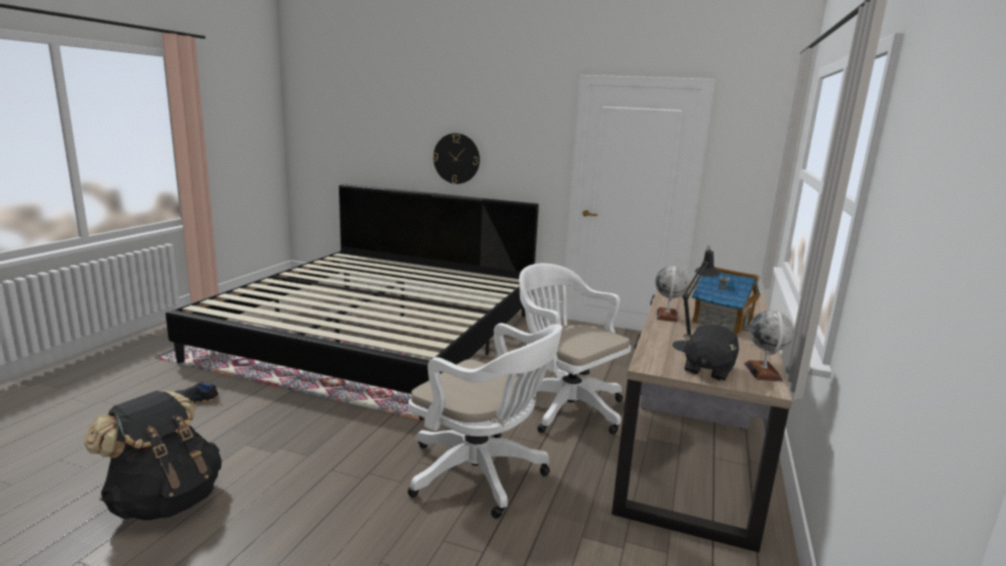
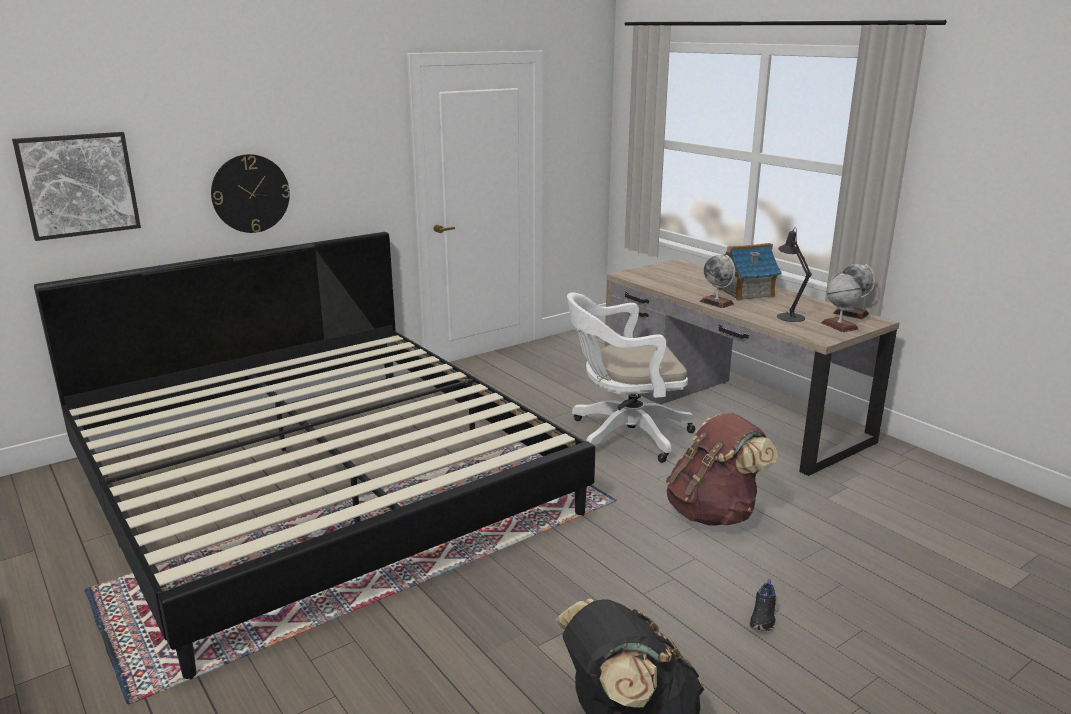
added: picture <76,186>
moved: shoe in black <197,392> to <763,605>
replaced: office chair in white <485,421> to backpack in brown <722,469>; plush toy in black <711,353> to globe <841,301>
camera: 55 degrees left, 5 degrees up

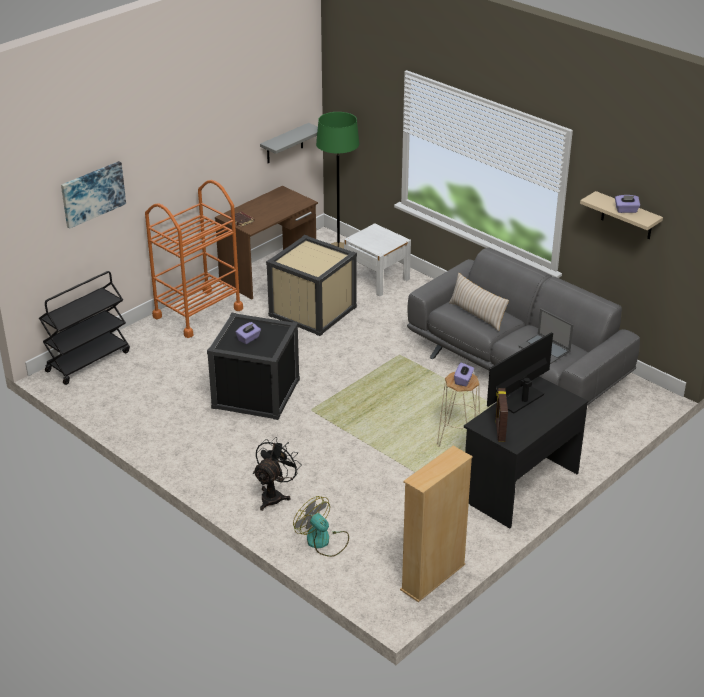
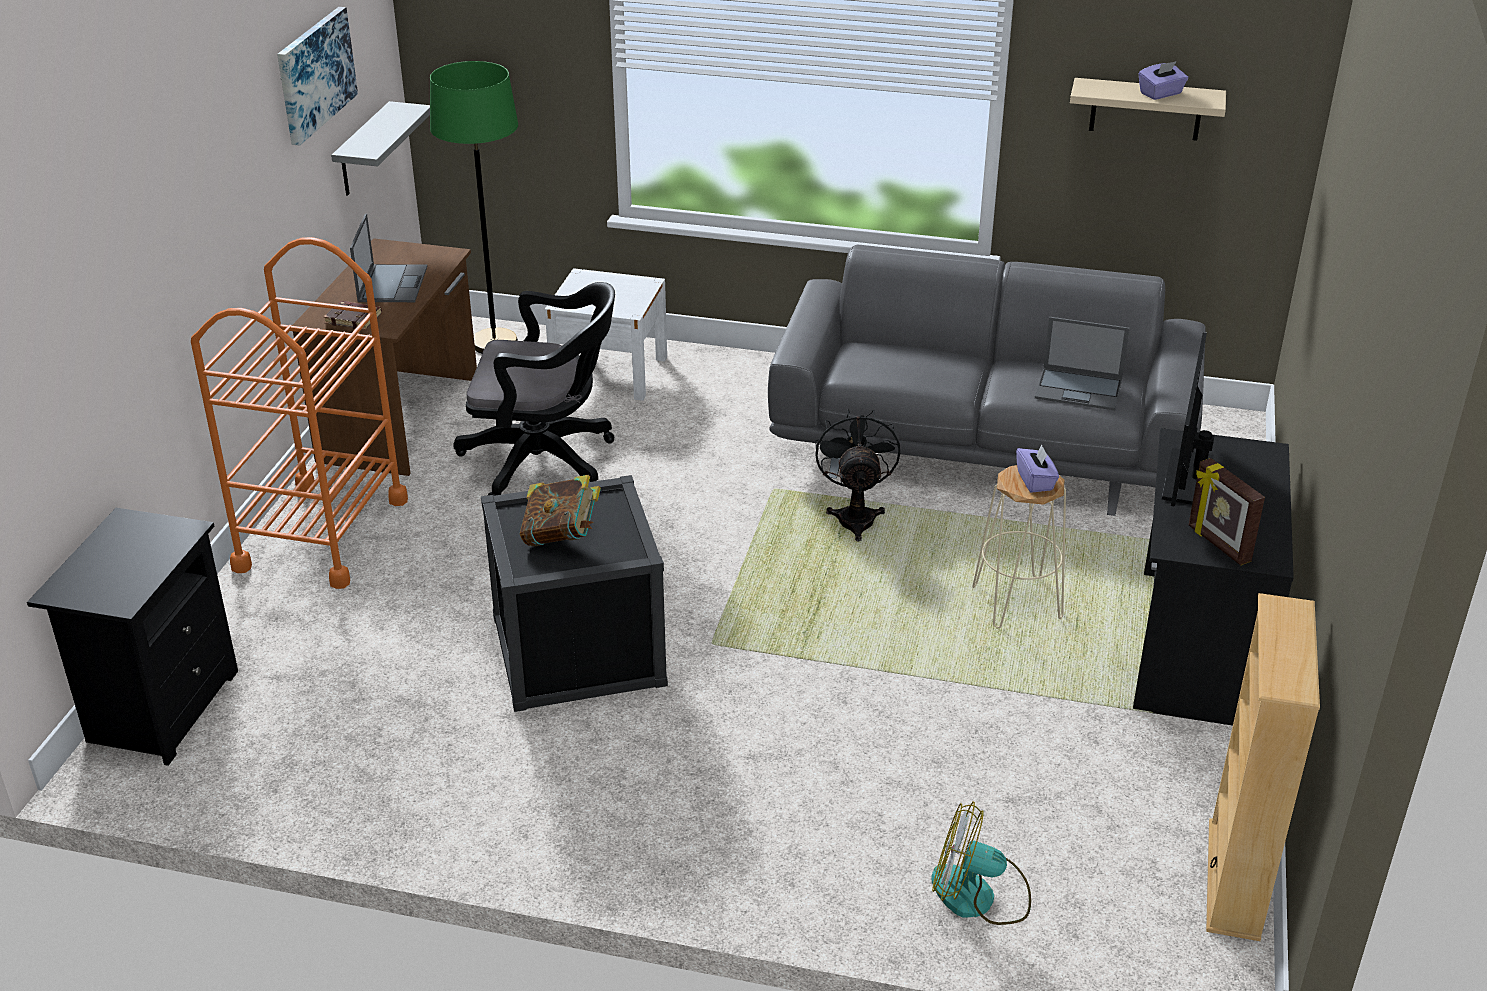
removed: pillow in beige <479,302>
added: laptop <388,258>
moved: picture <93,194> to <317,76>; fan in black <277,474> to <857,475>
replaced: cart in black <84,328> to nightstand in black <132,637>; tissue box in purple <248,333> to book <560,510>; storage box in beige <311,285> to office chair in black <534,389>
camera: 30 degrees left, 0 degrees up

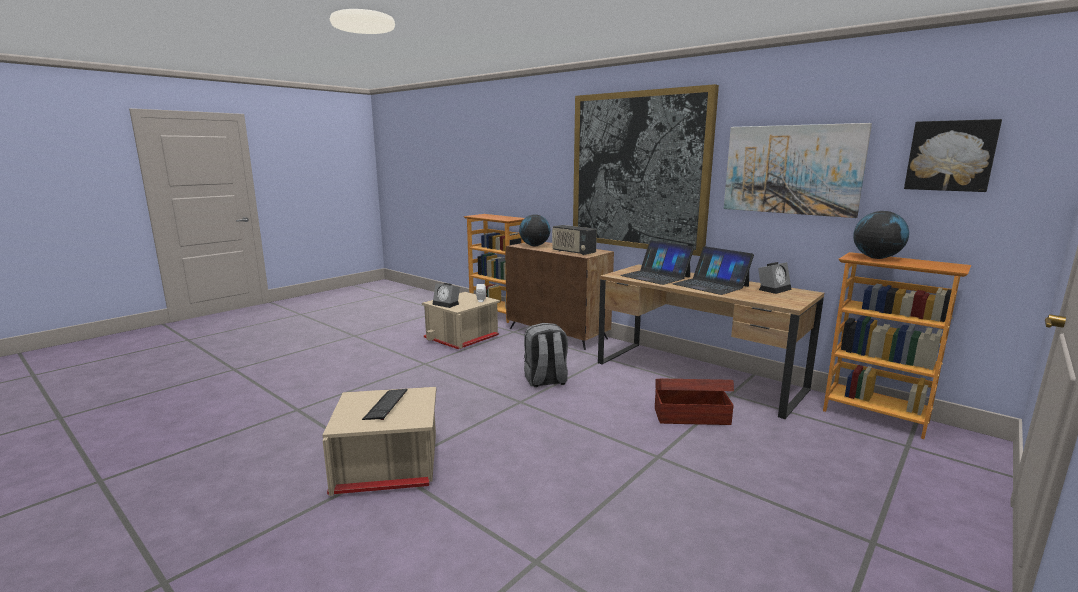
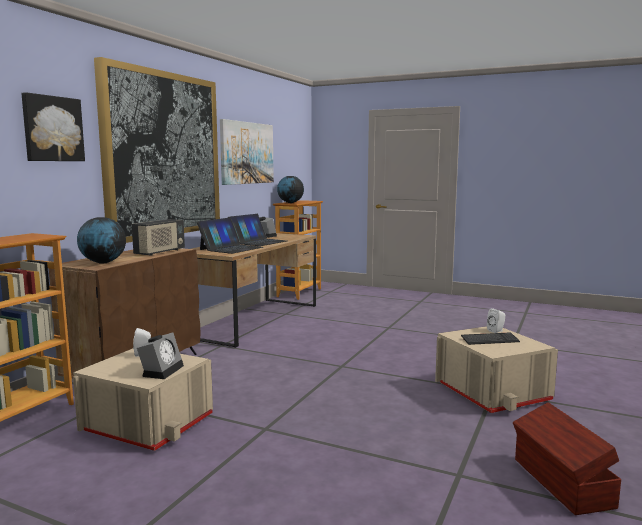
removed: backpack in grey <546,355>
added: speaker in white <496,320>
moved: storage box in brown <694,402> to <567,458>; picture <953,155> to <53,126>
camera: 105 degrees left, 5 degrees down

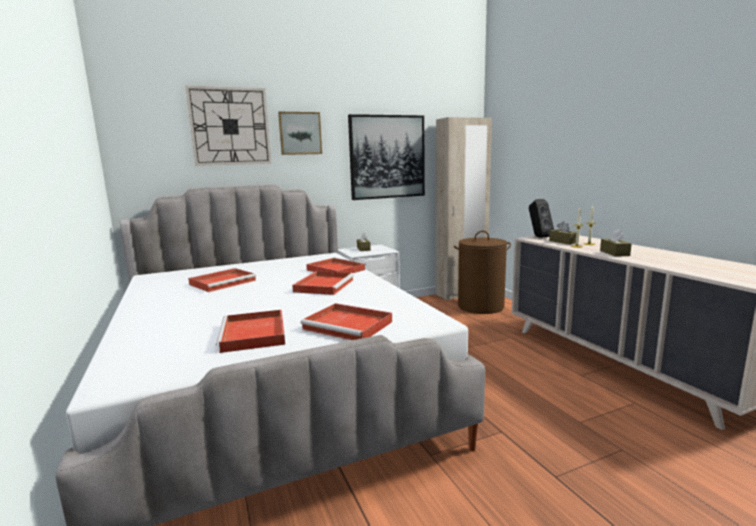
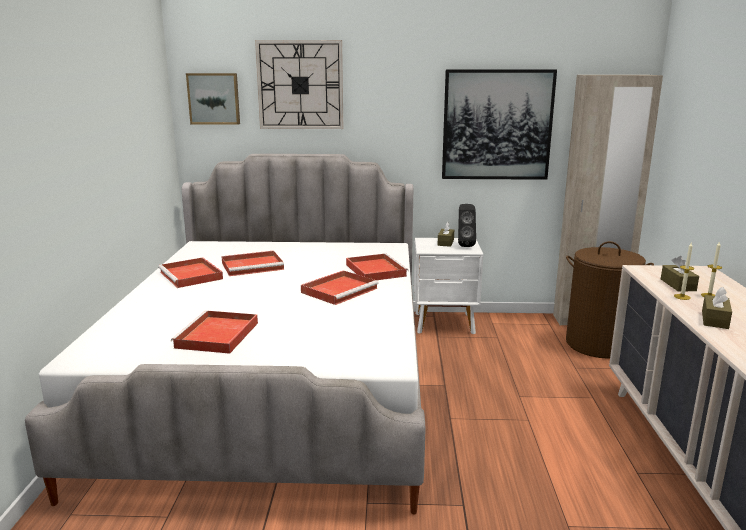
moved: picture <300,133> to <213,99>; tray in red <346,321> to <190,272>; speaker in black <541,218> to <467,225>
camera: 25 degrees right, 5 degrees up

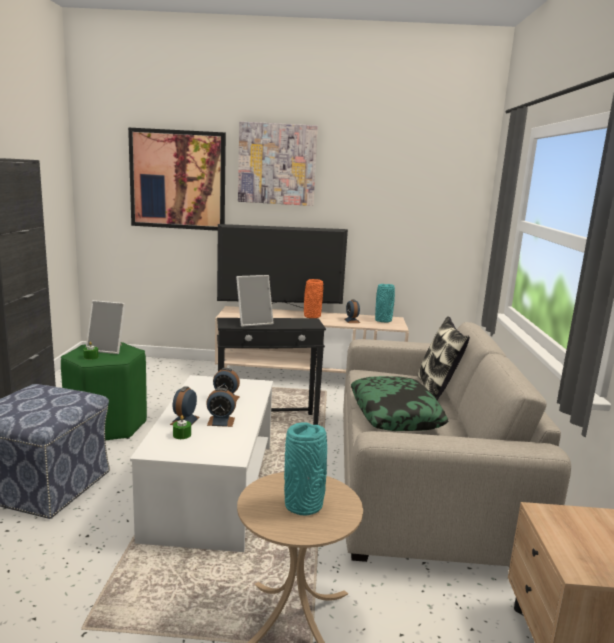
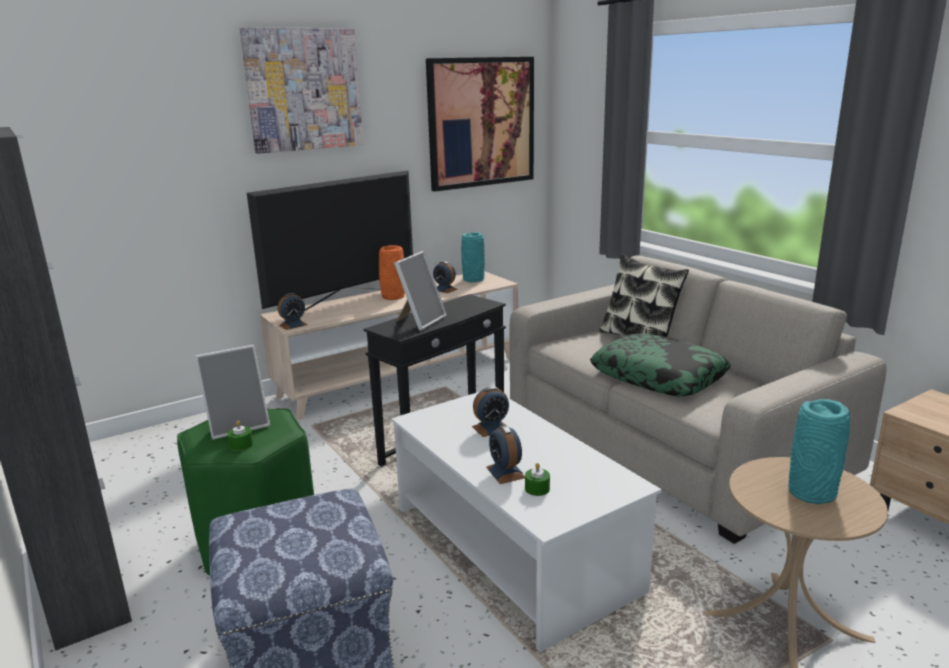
moved: picture <177,179> to <480,124>; alarm clock <221,407> to <293,311>
camera: 35 degrees left, 5 degrees up

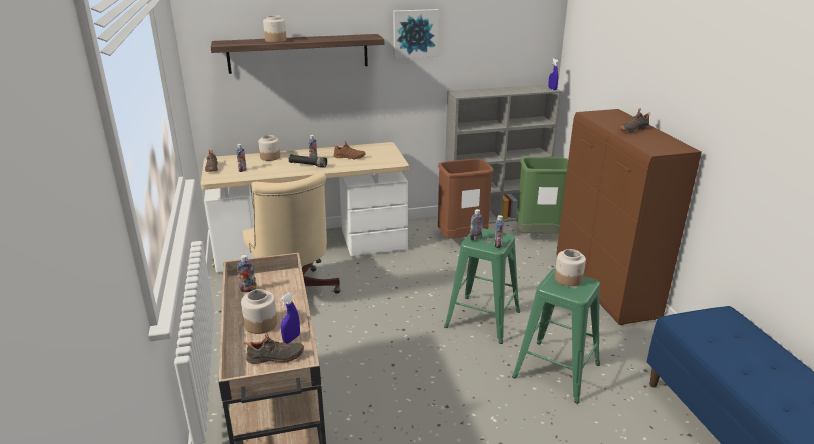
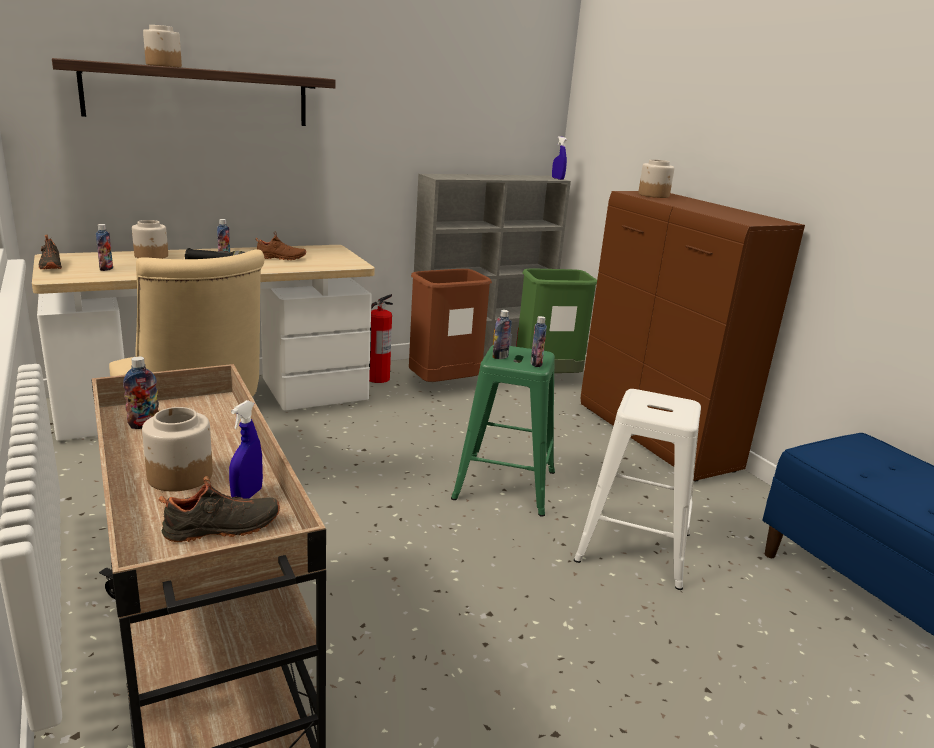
removed: picture <416,34>; shoe in black <634,121>
added: fire extinguisher <381,338>
moved: jar <570,267> to <656,178>
recoloured: stool in green <556,336> to stool in white <637,489>
camera: 15 degrees left, 5 degrees down

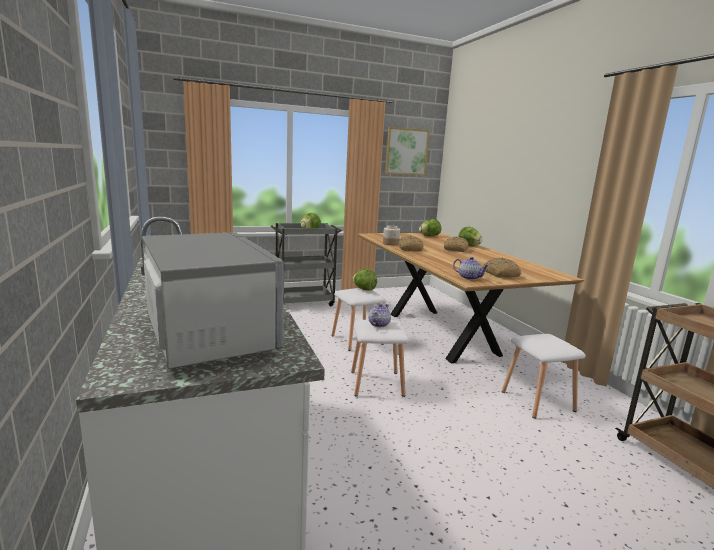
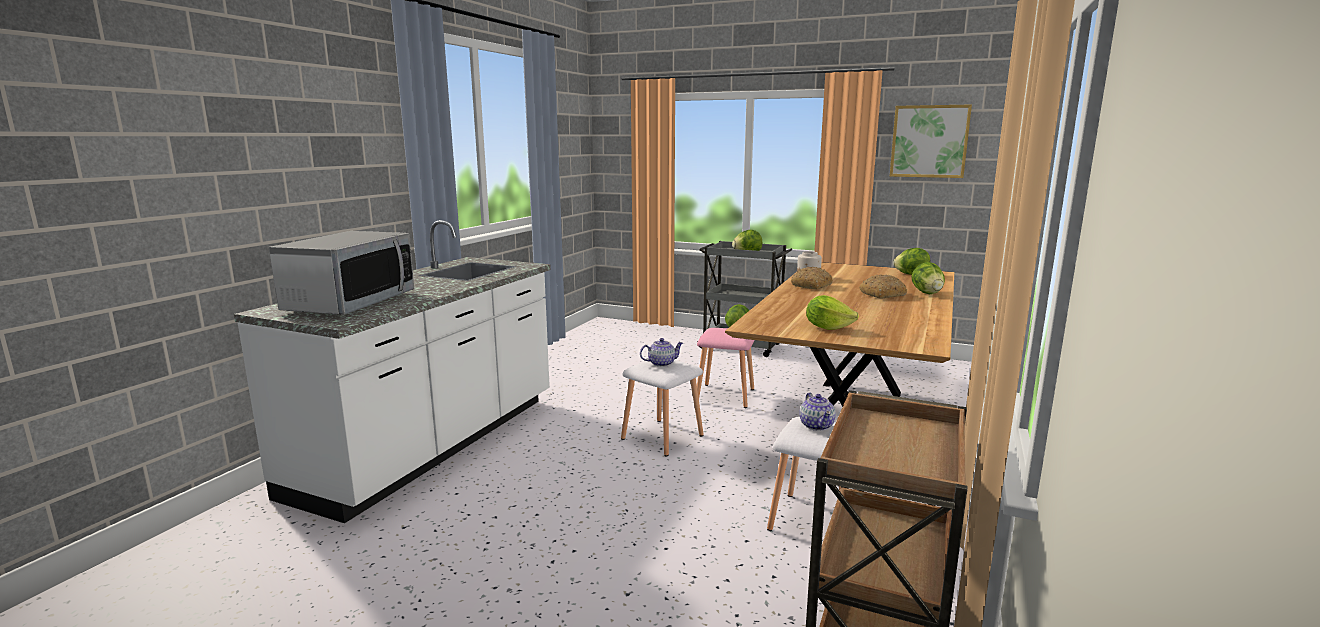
moved: teapot <471,268> to <817,411>
replaced: bread <501,267> to lettuce <832,312>
recoloured: stool in white <359,319> to stool in pink <725,368>
camera: 45 degrees right, 0 degrees up

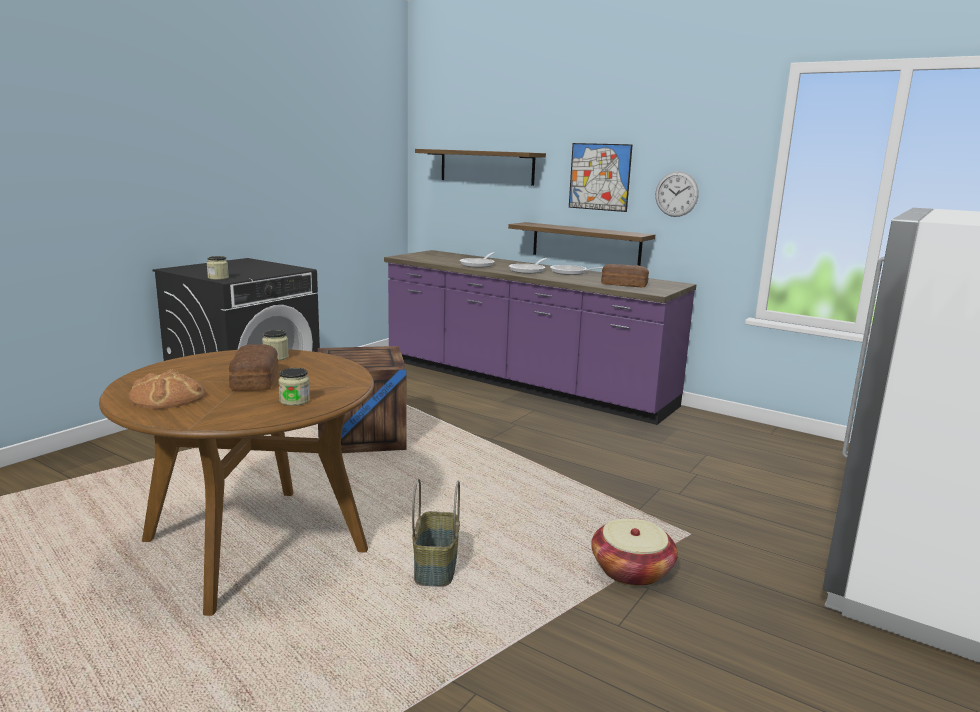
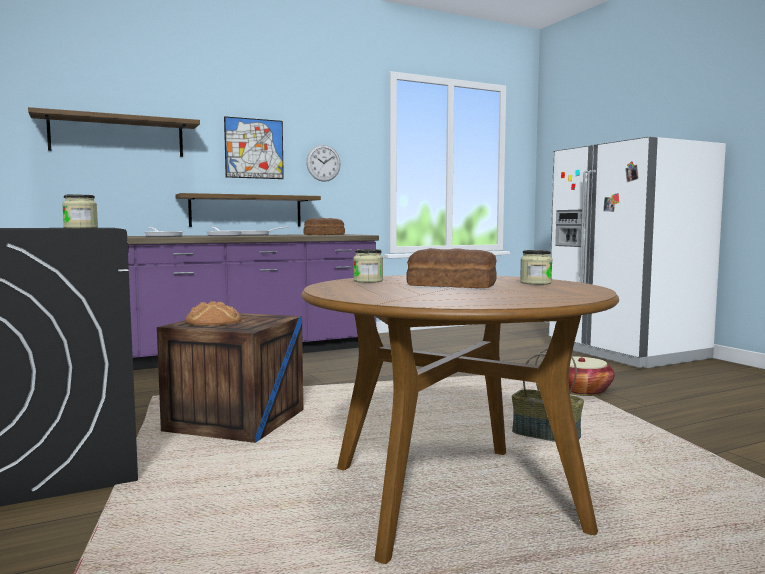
moved: bread <167,389> to <213,313>
camera: 60 degrees left, 10 degrees down

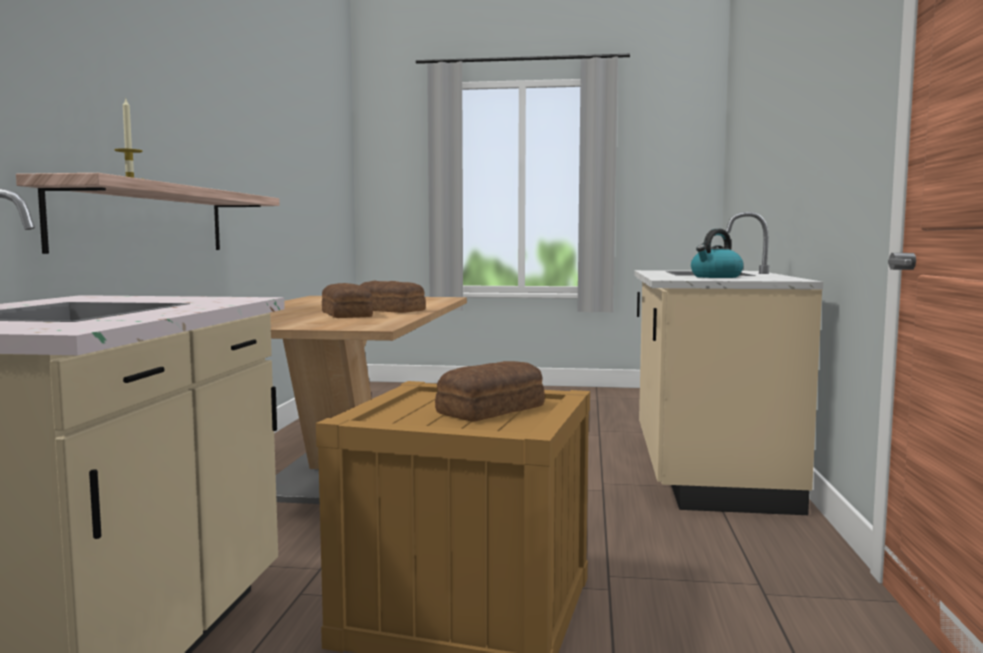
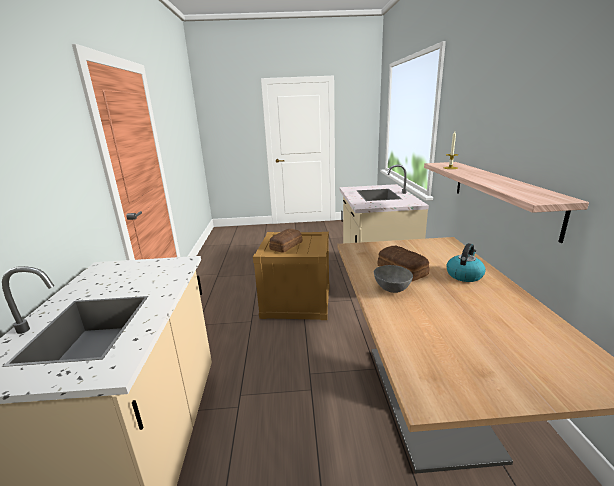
moved: kettle <717,253> to <466,262>
replaced: bread <393,296> to bowl in grey <393,279>
camera: 170 degrees right, 15 degrees up

